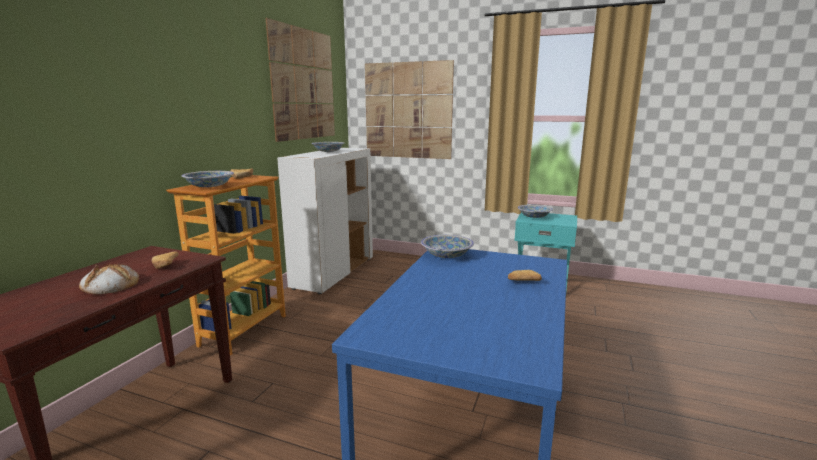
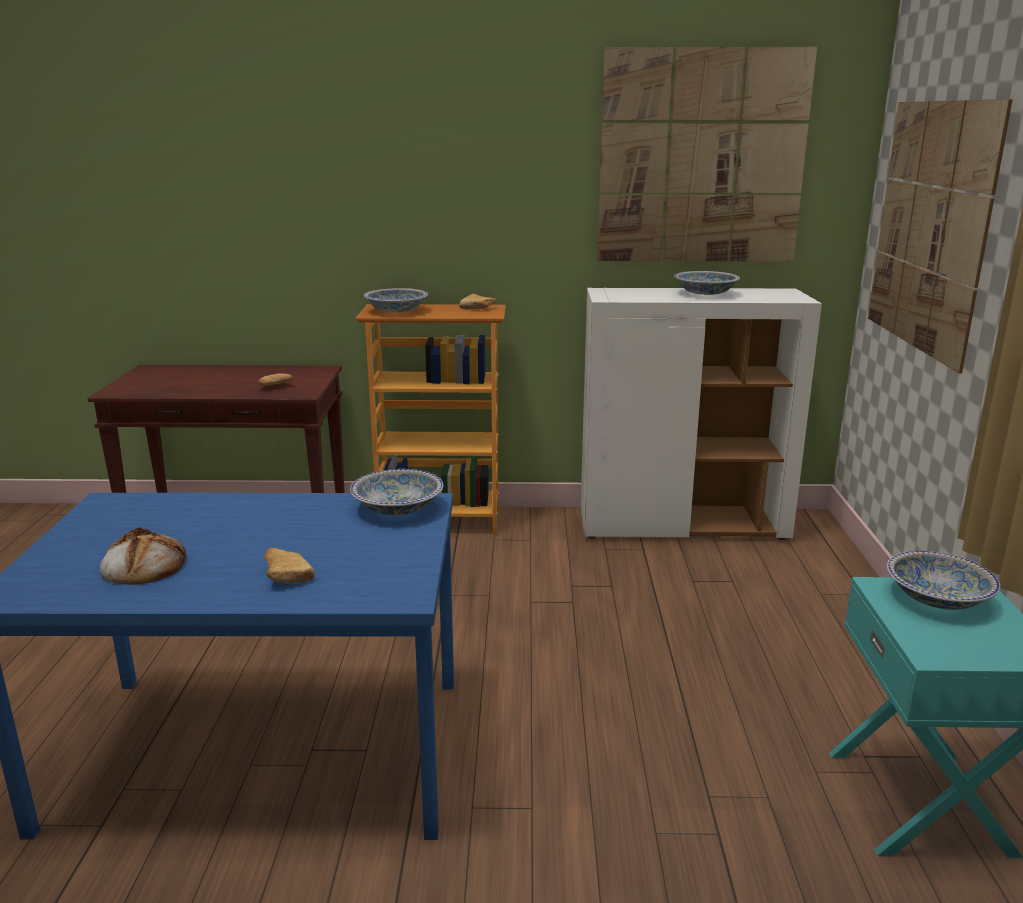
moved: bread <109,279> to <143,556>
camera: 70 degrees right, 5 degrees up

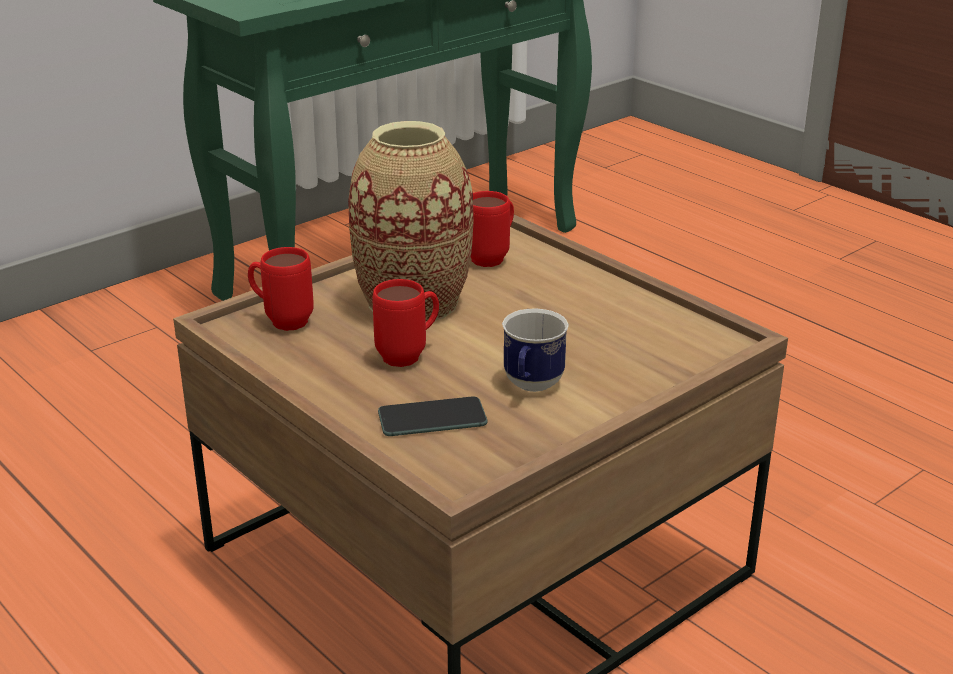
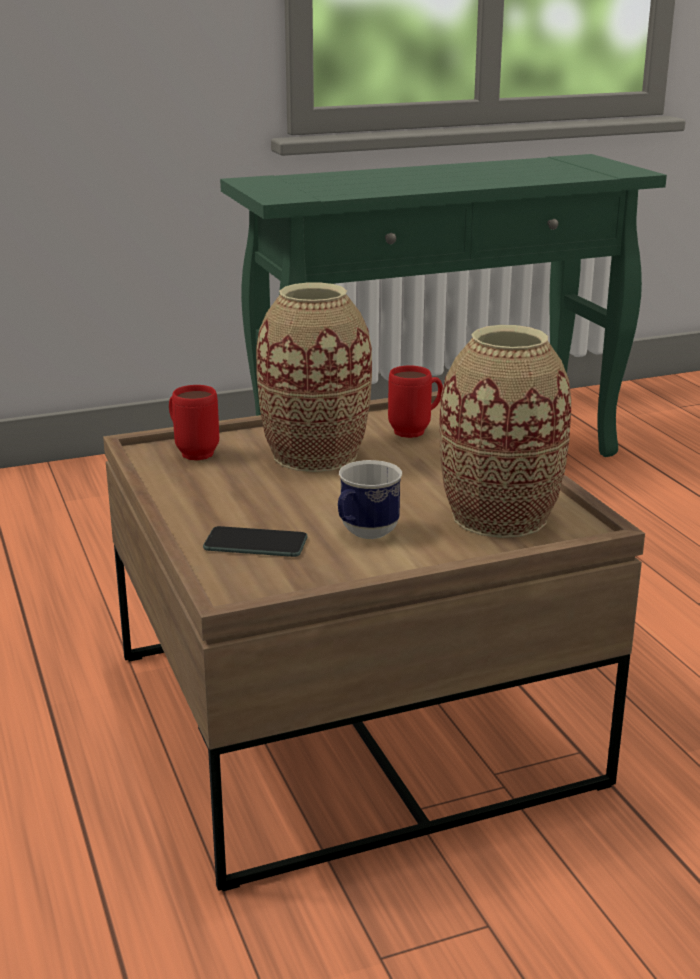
removed: mug in red <406,323>
added: vase <505,431>
camera: 20 degrees right, 5 degrees down

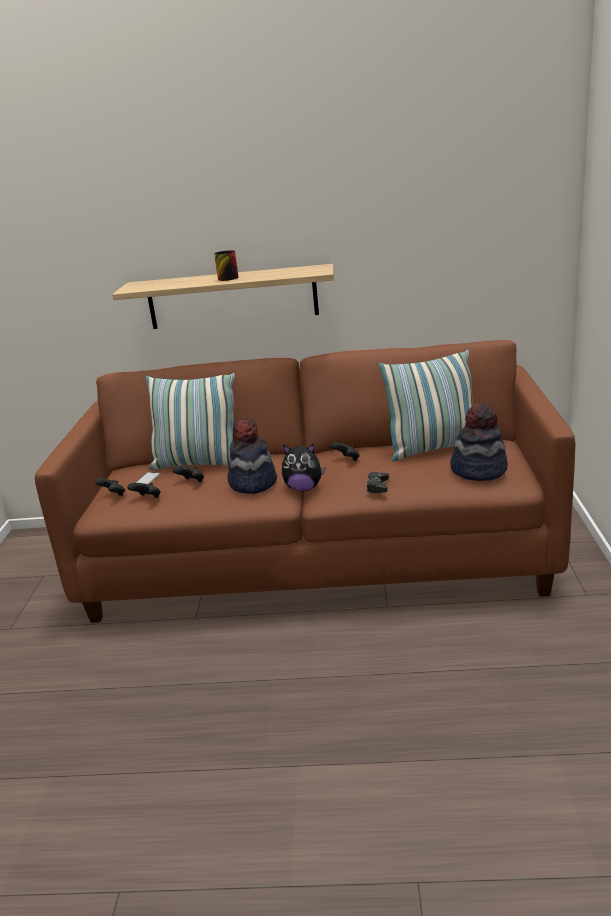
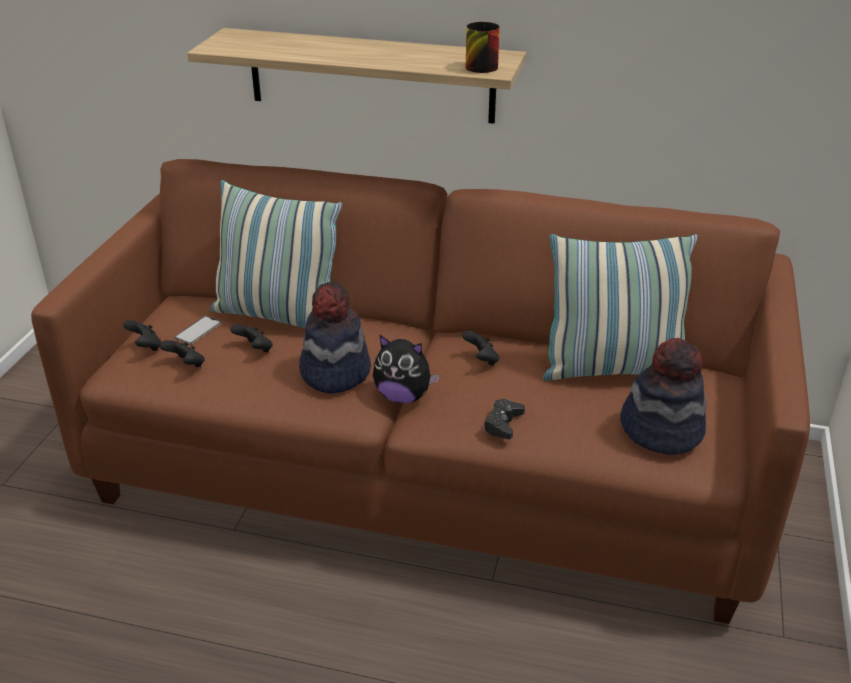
moved: mug <226,265> to <483,47>
camera: 10 degrees right, 10 degrees up

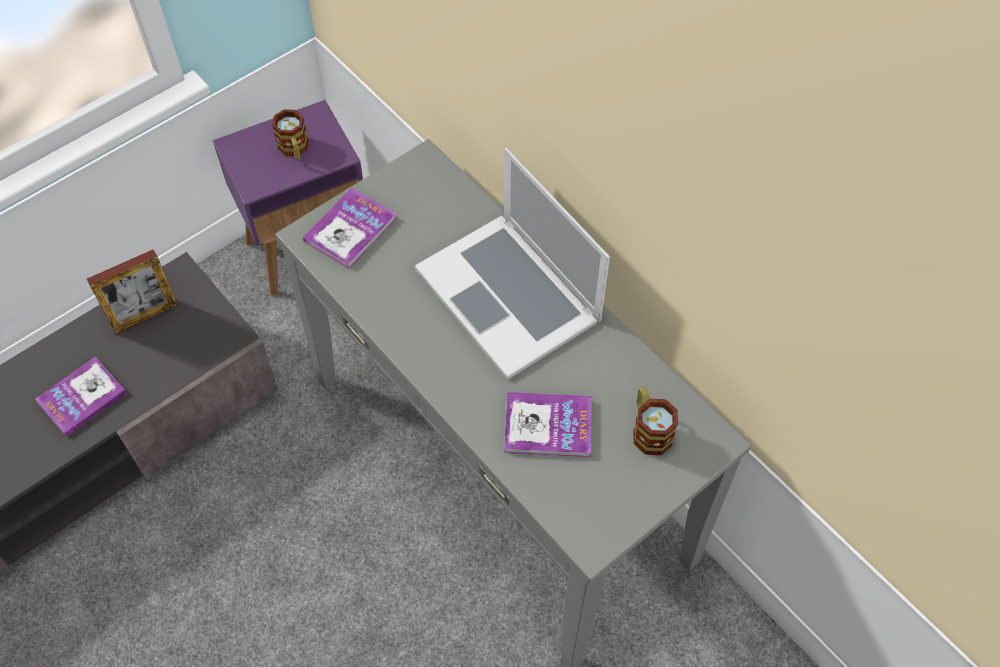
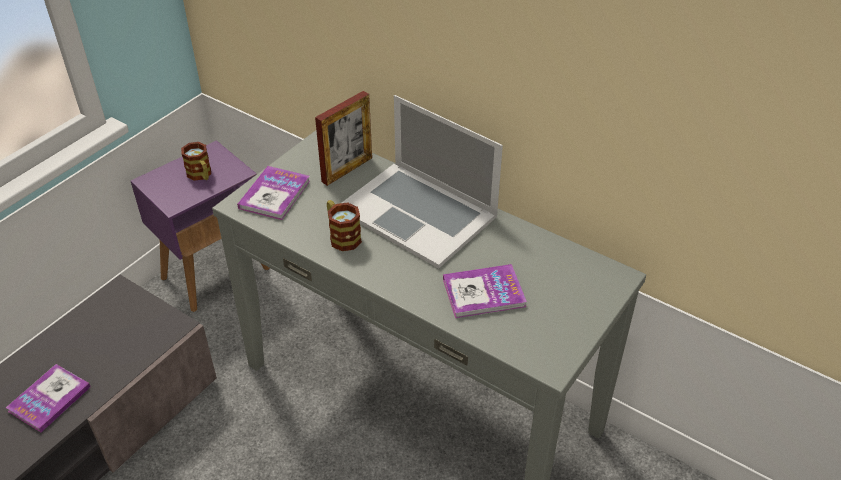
moved: picture frame <132,291> to <343,138>; mug <656,421> to <344,225>
camera: 15 degrees left, 15 degrees down

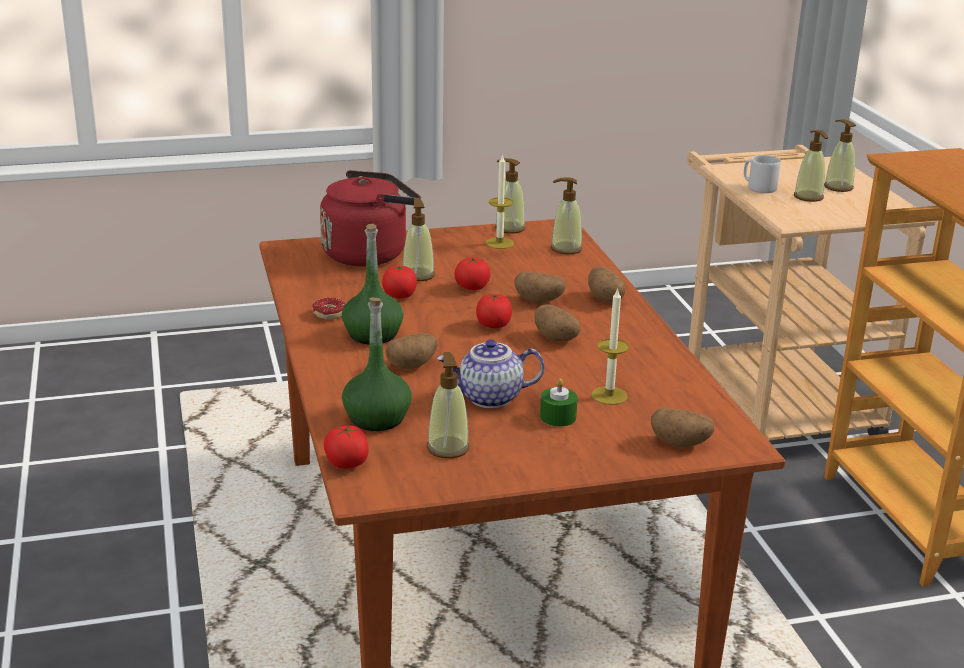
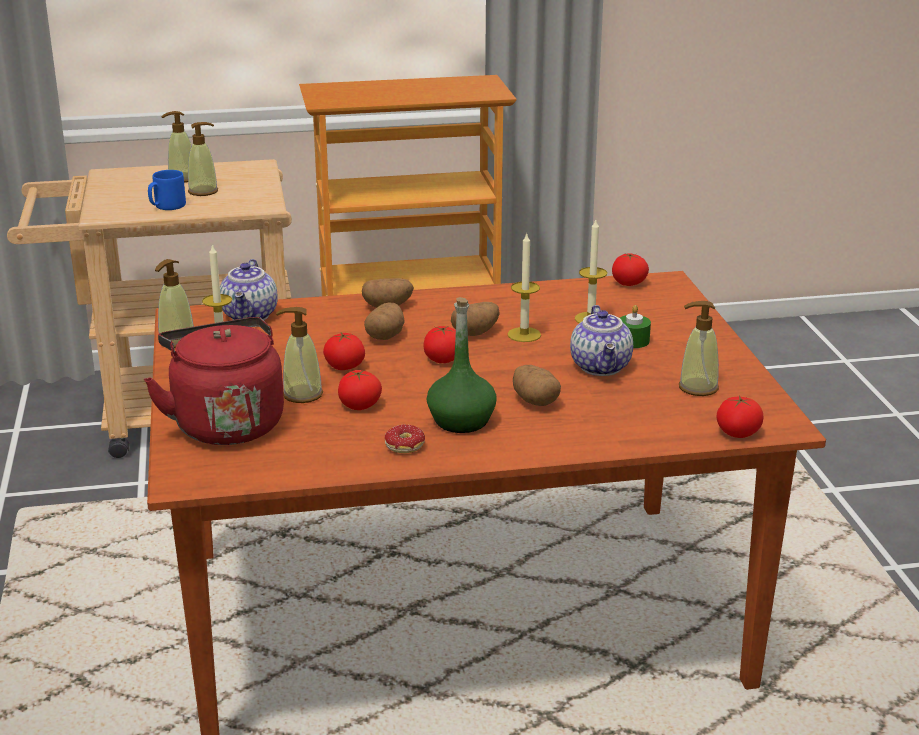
removed: bottle in green <377,364>; potato <683,427>
added: candle <524,288>; tomato <630,269>
replaced: soap dispenser <567,216> to teapot <249,289>
recoloured: mug in grey <762,174> to mug in blue <167,190>
camera: 85 degrees left, 0 degrees up

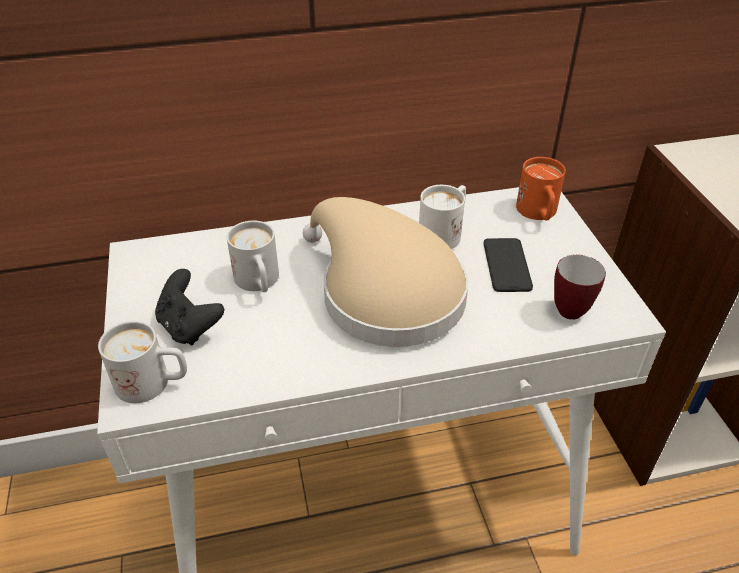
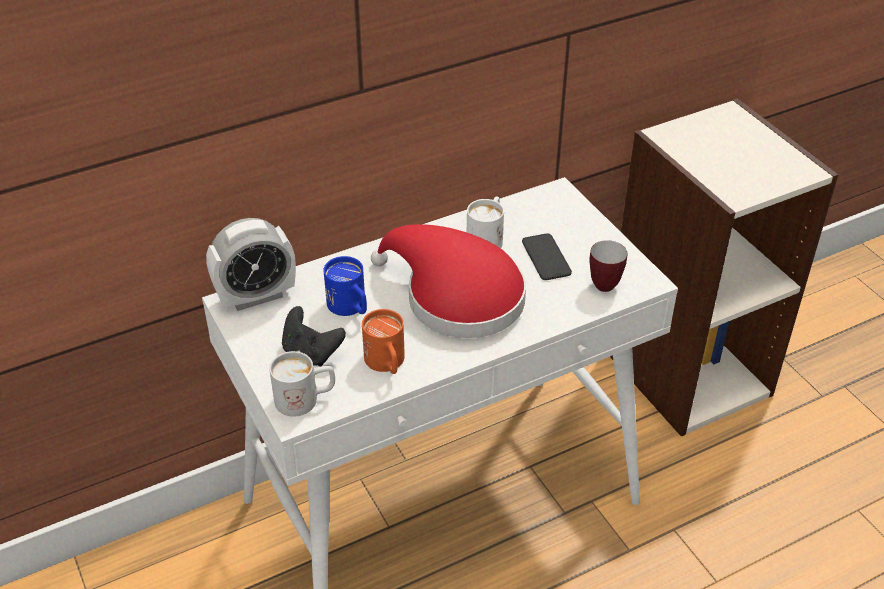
added: alarm clock <251,264>
moved: mug in orange <541,189> to <383,341>
recoloured: mug in white <253,256> to mug in blue <345,286>; hat in beige <385,272> to hat in red <448,281>
camera: 15 degrees left, 0 degrees up

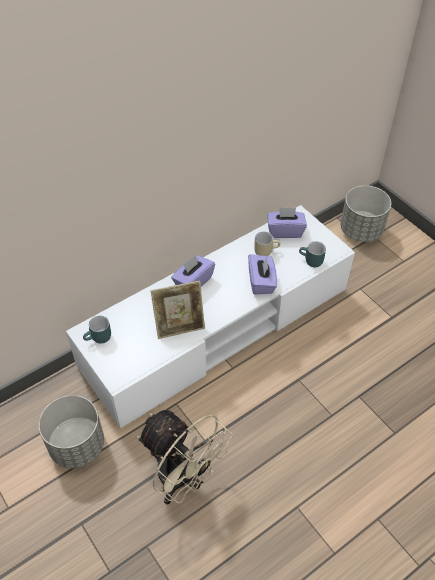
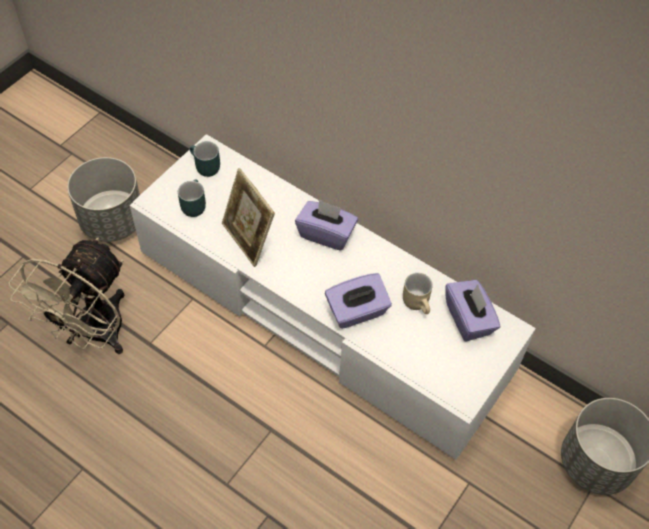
moved: mug in turquoise <312,254> to <192,198>
camera: 70 degrees right, 5 degrees up

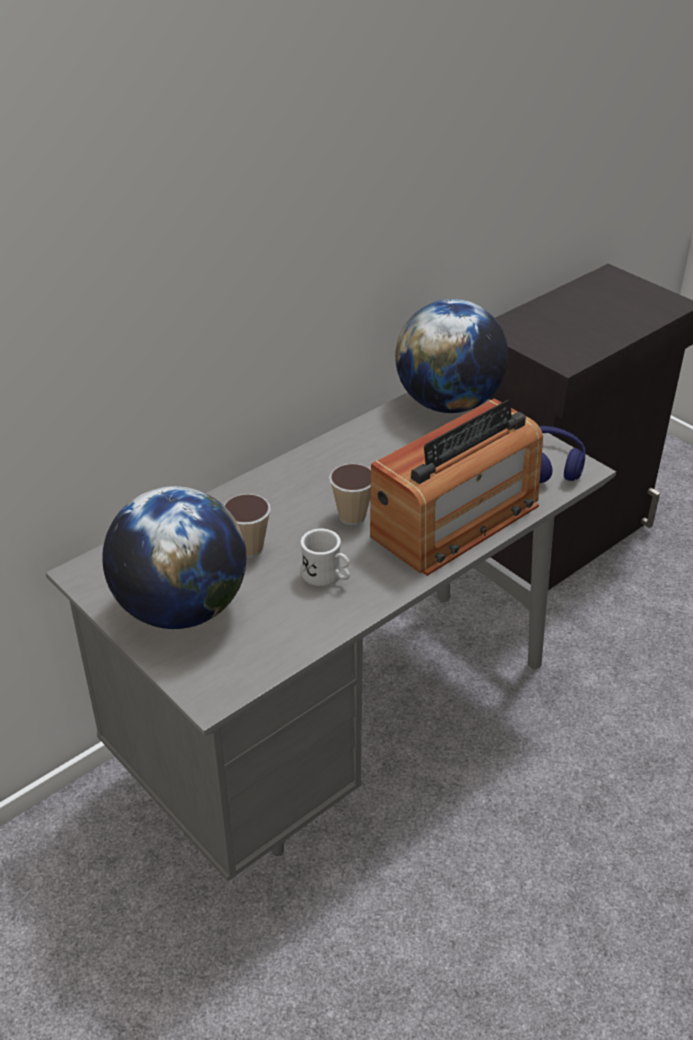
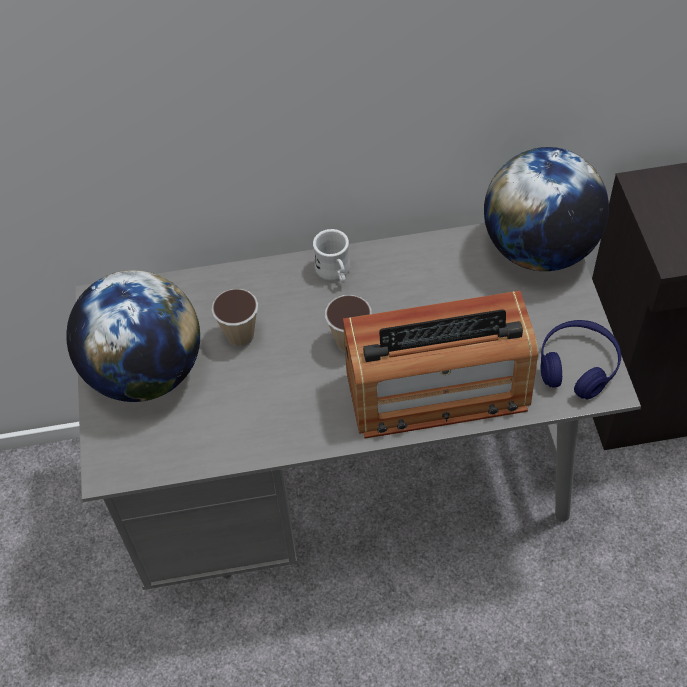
moved: mug in white <325,558> to <332,256>
camera: 35 degrees right, 15 degrees up

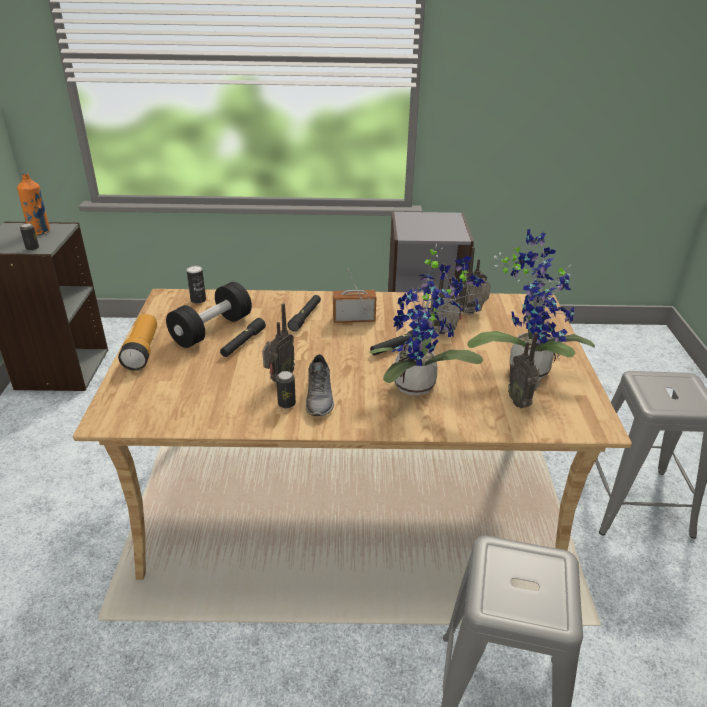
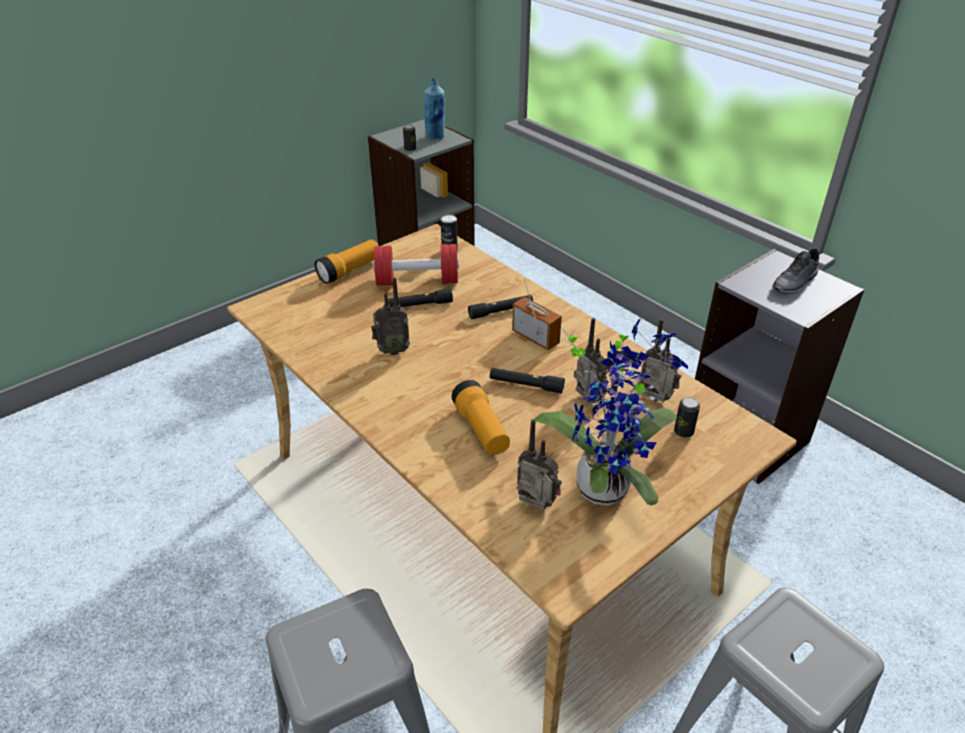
moved: can <286,389> to <687,417>; shoe in grey <320,385> to <795,271>
replaced: potted plant <428,319> to flashlight <480,417>
recoloured: bottle in orange <33,204> to bottle in blue <434,109>; dumbbell in black <209,315> to dumbbell in red <416,265>
turned: radio <524,370> = <539,464> 90 degrees clockwise
camera: 50 degrees right, 5 degrees up

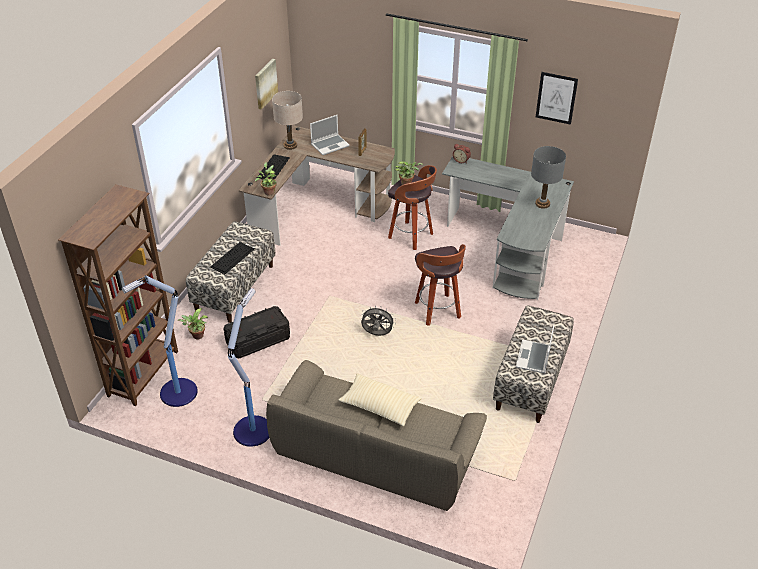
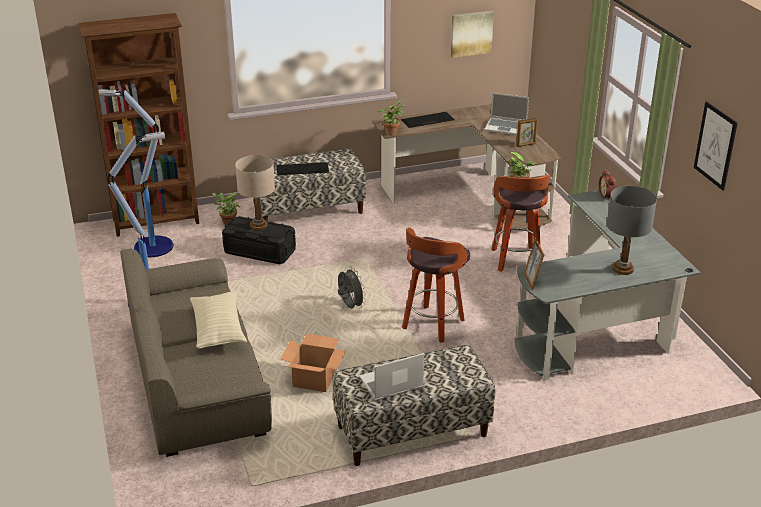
added: cardboard box <313,363>; picture frame <534,264>
moved: table lamp in beige <287,120> to <255,192>
camera: 50 degrees right, 10 degrees down

